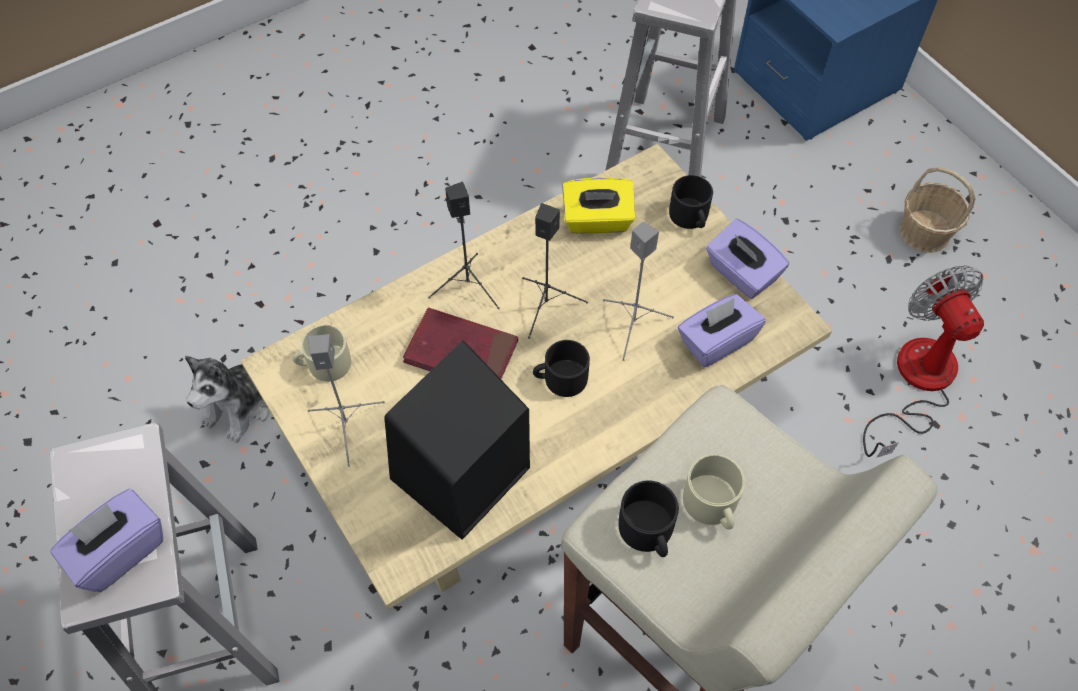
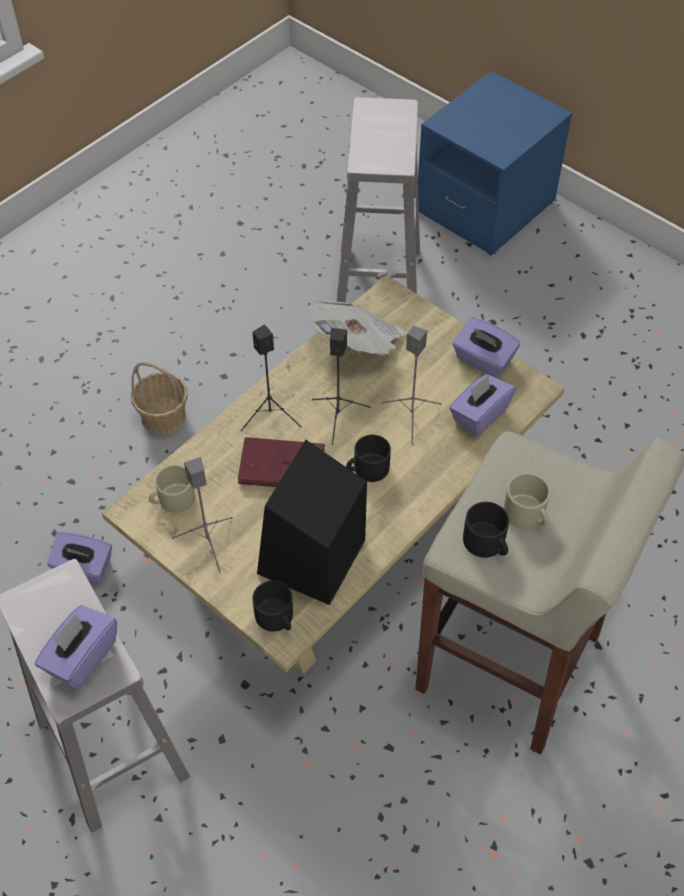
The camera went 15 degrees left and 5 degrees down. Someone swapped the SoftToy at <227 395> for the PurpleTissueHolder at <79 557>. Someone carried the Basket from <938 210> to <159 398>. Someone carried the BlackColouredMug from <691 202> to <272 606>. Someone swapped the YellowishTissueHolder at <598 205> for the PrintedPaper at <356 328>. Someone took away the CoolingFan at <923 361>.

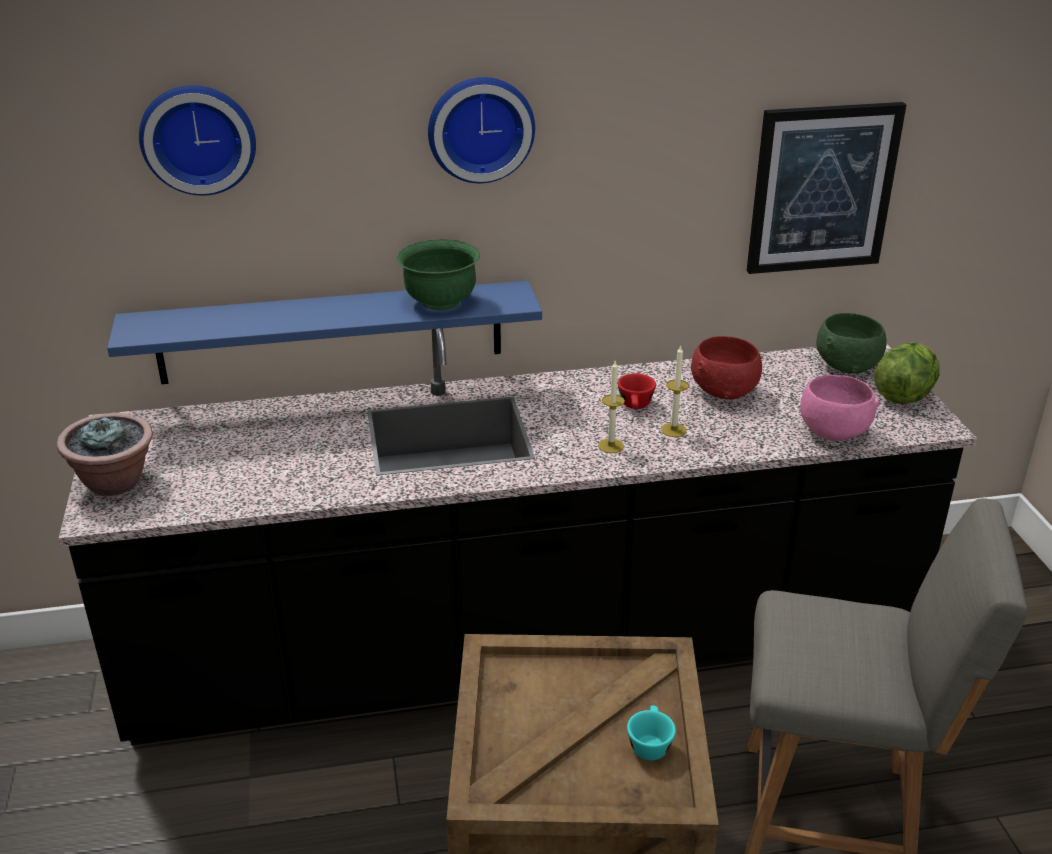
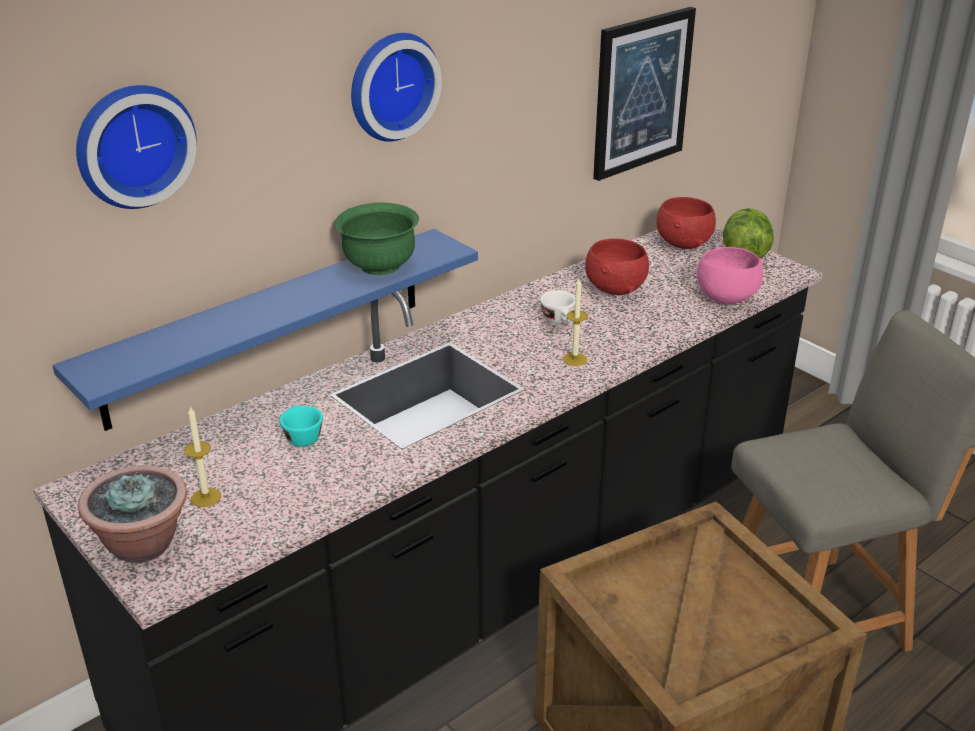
The camera went 30 degrees left and 0 degrees up. Someone carried the WaxLight from <675 391> to <203 456>. Someone carried the TurquoiseColouredSmallCup from <651 732> to <301 426>. Someone repainted the ReddishSmallCup at <637 391>, which became the WhiteSmallCup at <557 307>. Someone repainted the GreenishDeepDish at <851 343>, which became the ReddishDeepDish at <686 223>.

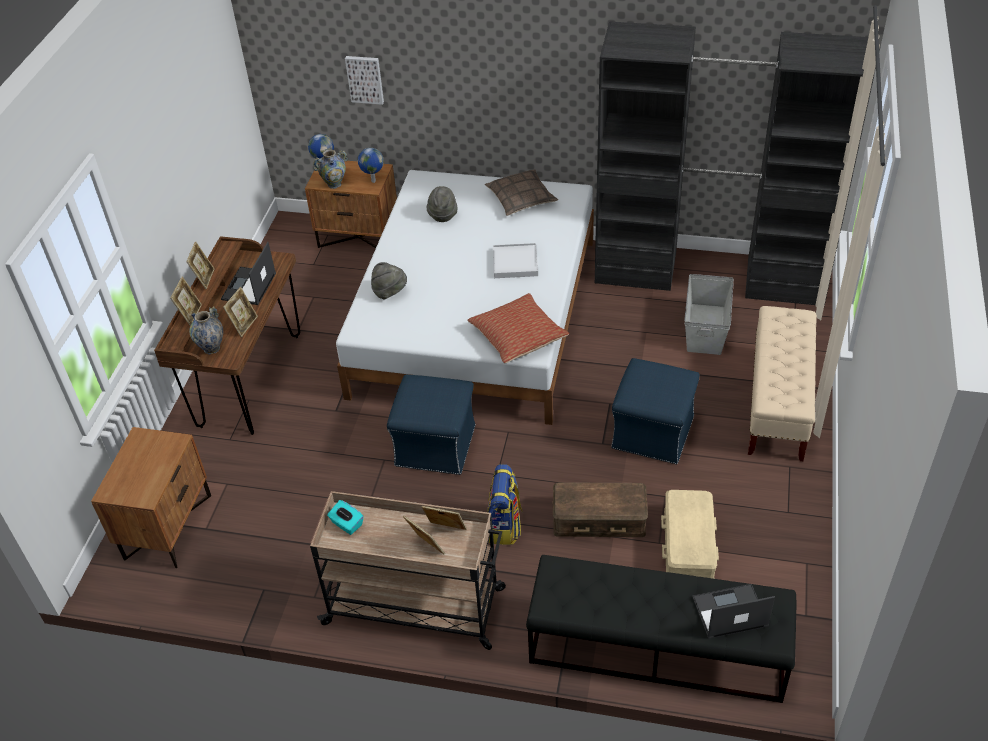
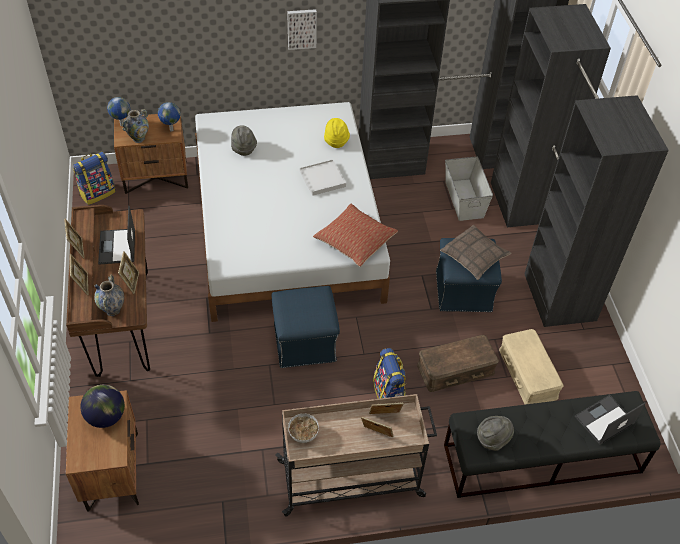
The camera went 25 degrees left and 5 degrees up. Someone put down the Rucksack at <94 178>. Someone put down the Globe at <102 406>. Someone carried the WallArt from <364 80> to <302 29>. Someone swapped the TurquoiseColouredTissueHolder at <345 517> for the DeepDish at <303 428>. Someone put down the YellowishHat at <337 133>. Someone carried the ThrowPillow from <521 192> to <475 252>. Someone carried the GrayHat from <389 281> to <495 433>. Someone swapped the SandColouredIndoorBench at <782 383> for the BlackColouredWardrobe at <580 165>.

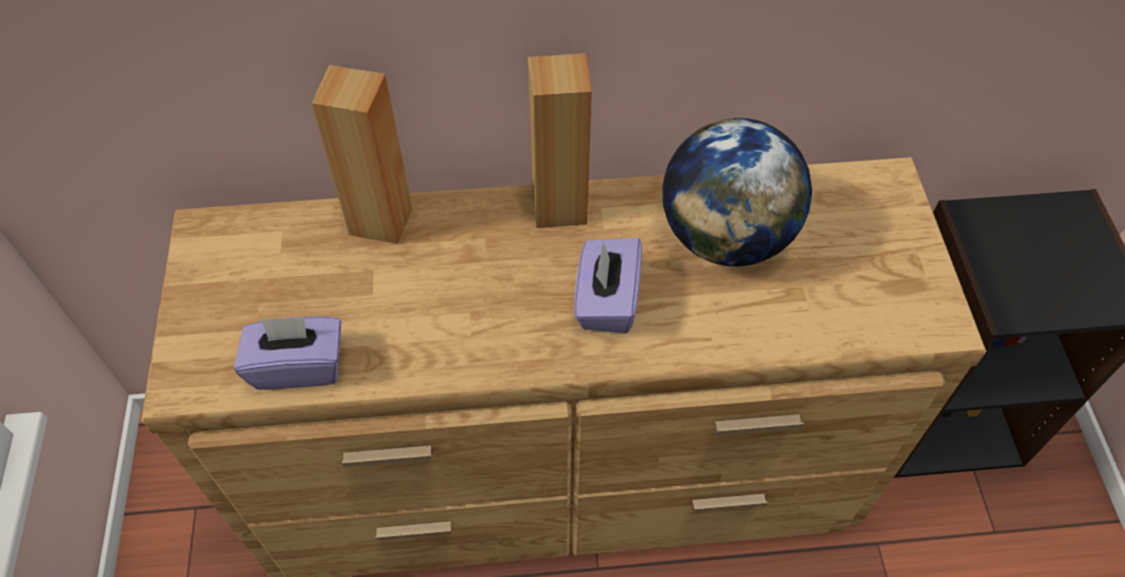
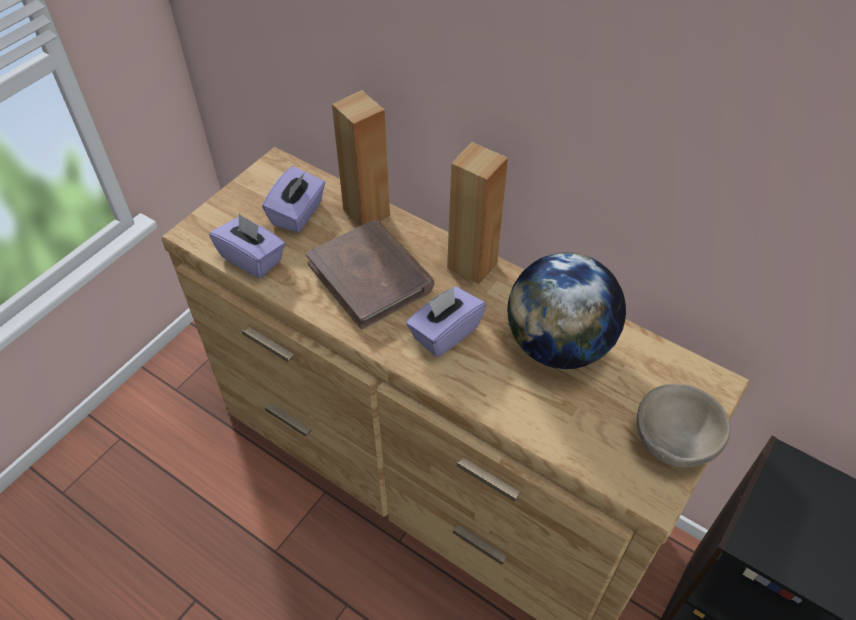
The camera went 40 degrees right and 5 degrees down. Someone put down the PurpleTissueHolder at <293 199>. Someone put down the BrownColouredVolume at <370 274>. Someone put down the SandColouredDeepDish at <683 426>.

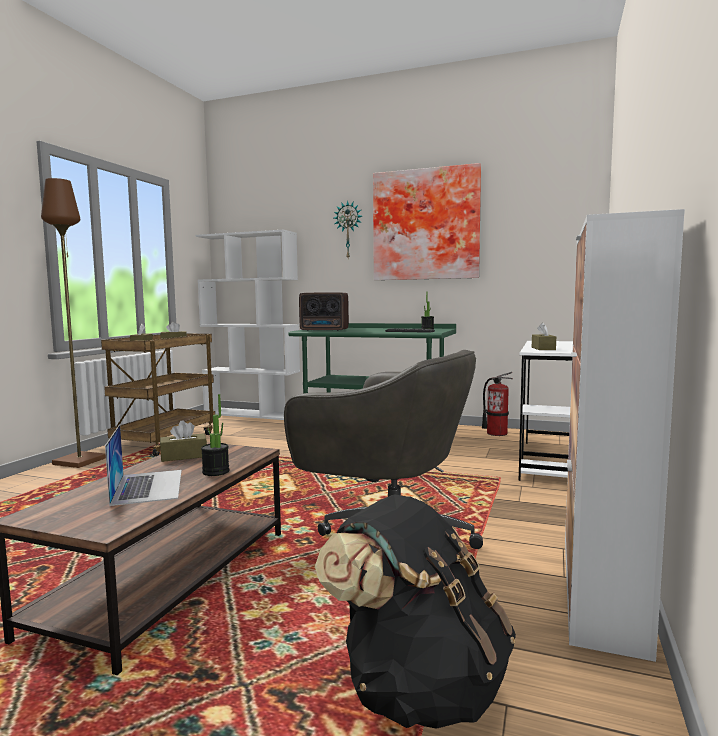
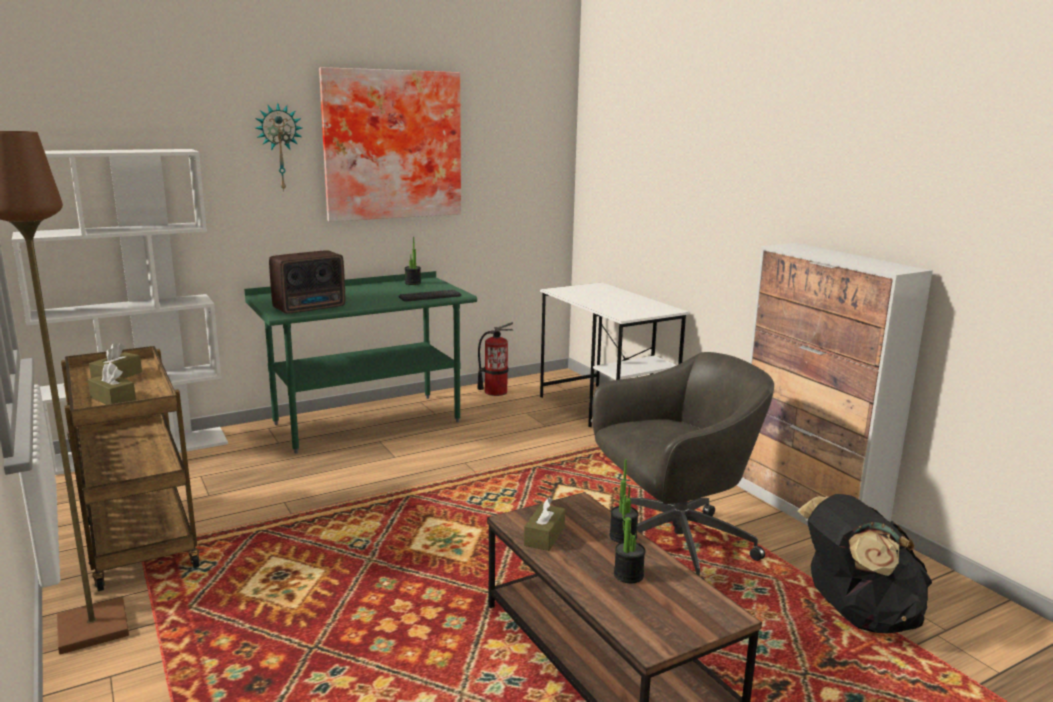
The camera went 50 degrees left and 10 degrees up. Someone swapped the Laptop at <143 465> for the PlantInAPot at <630 539>. Someone took away the BrownColouredTissueHolder at <544 336>.

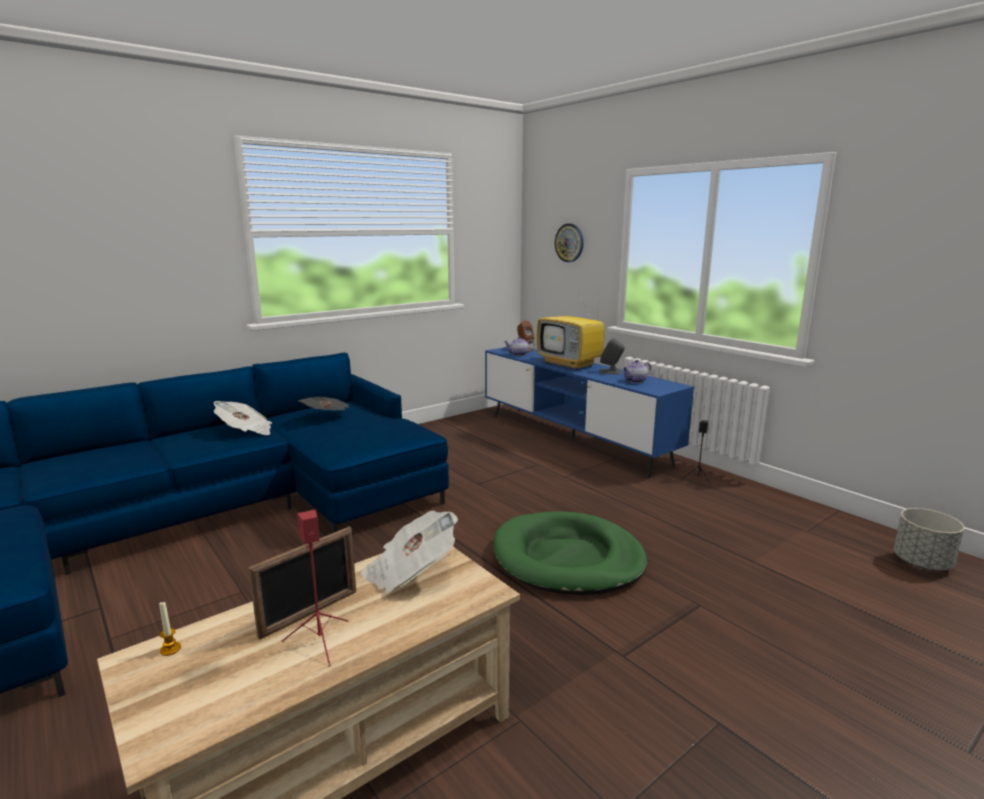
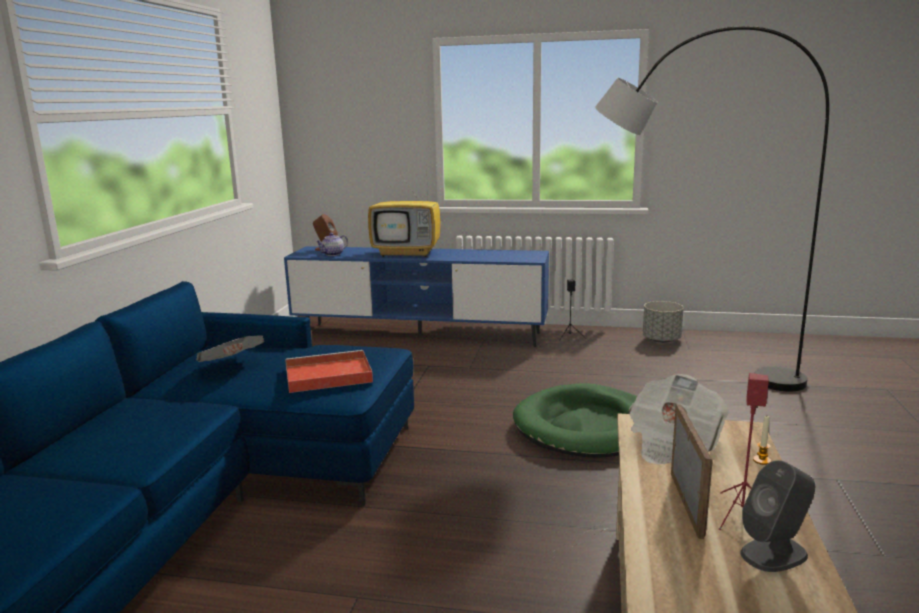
The camera went 40 degrees left and 0 degrees up. Someone put down the ReddishCarryingTray at <329 371>. Someone put down the GrayStandardLamp at <712 209>. Someone carried the GrayFlowerPot from <929 539> to <663 322>. Someone carried the GraySpeaker from <612 356> to <777 516>. Someone carried the WaxLight from <170 629> to <762 440>. Someone took away the PrintedPaper at <242 418>. Someone took away the HangingClock at <569 242>. Someone took away the TeaPot at <636 371>.

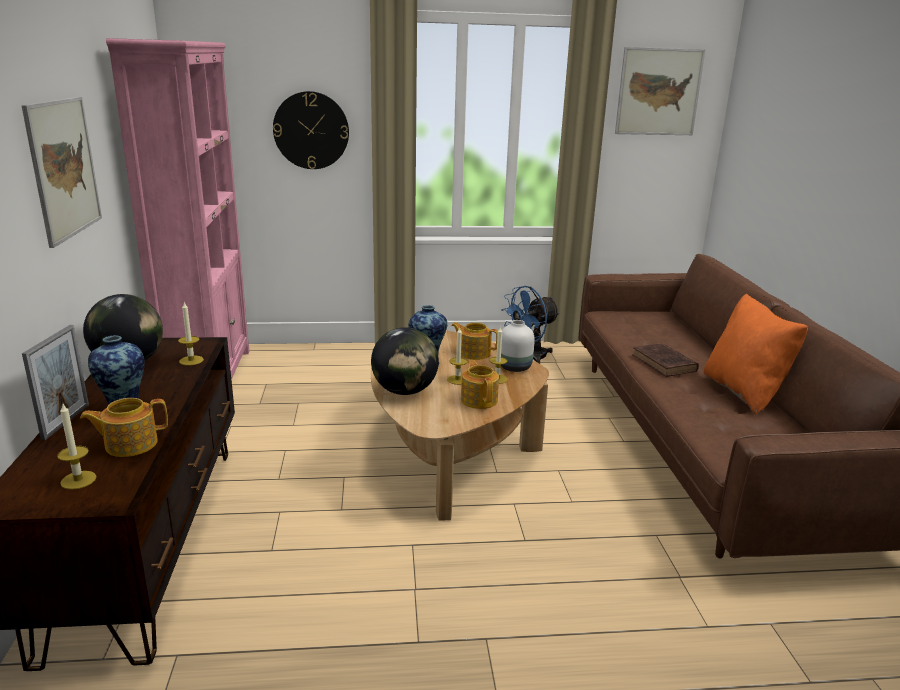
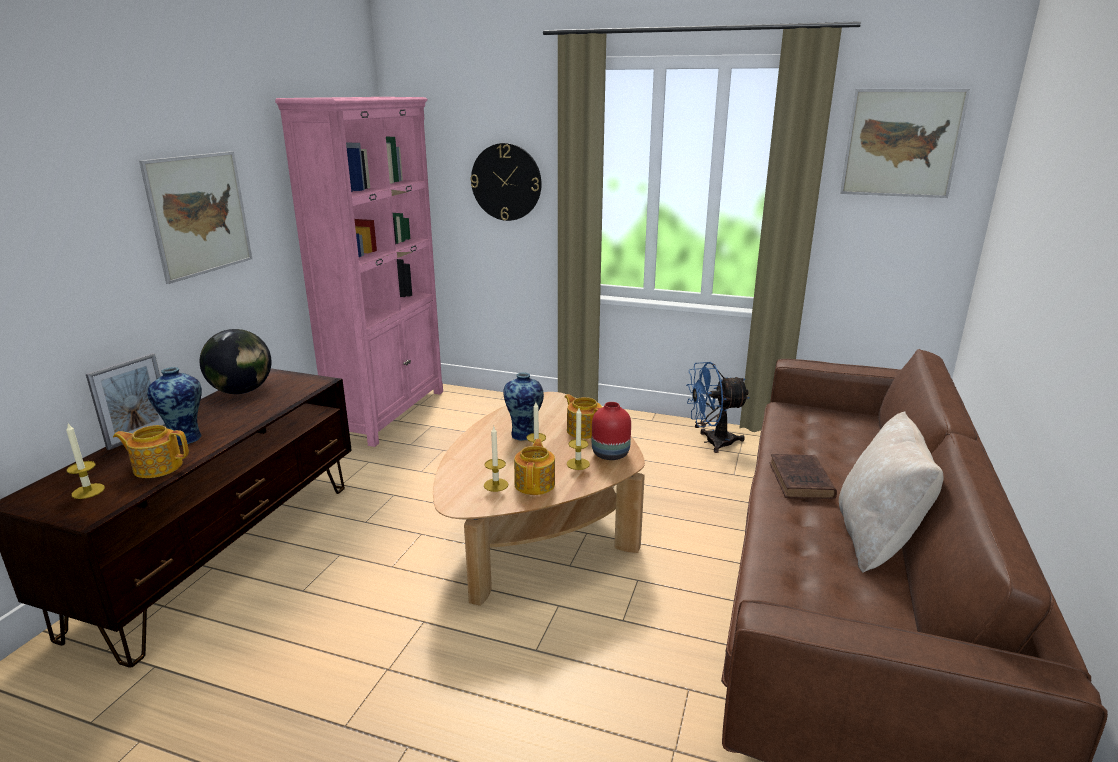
The camera went 25 degrees right and 0 degrees up. Someone carried the WaxLight from <191 334> to <496 459>. Someone repainted the WhiteVase at <518 346>, which became the ReddishVase at <611 431>. Someone repainted the OrangeThrowPillow at <756 354>, which became the SandColouredThrowPillow at <891 492>. Someone took away the Globe at <405 361>.

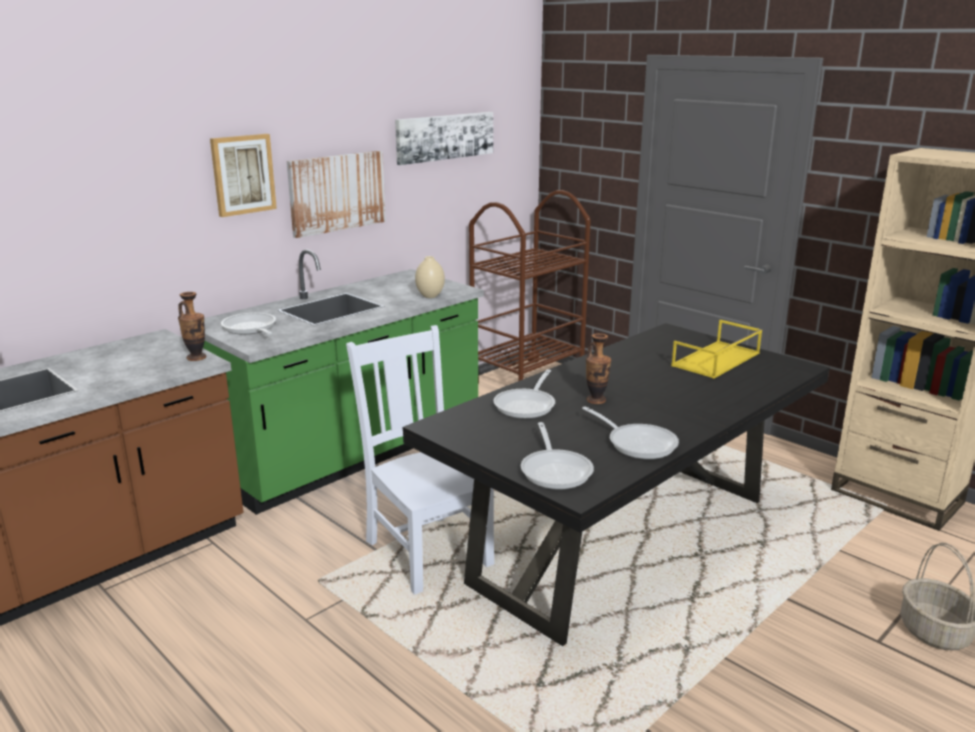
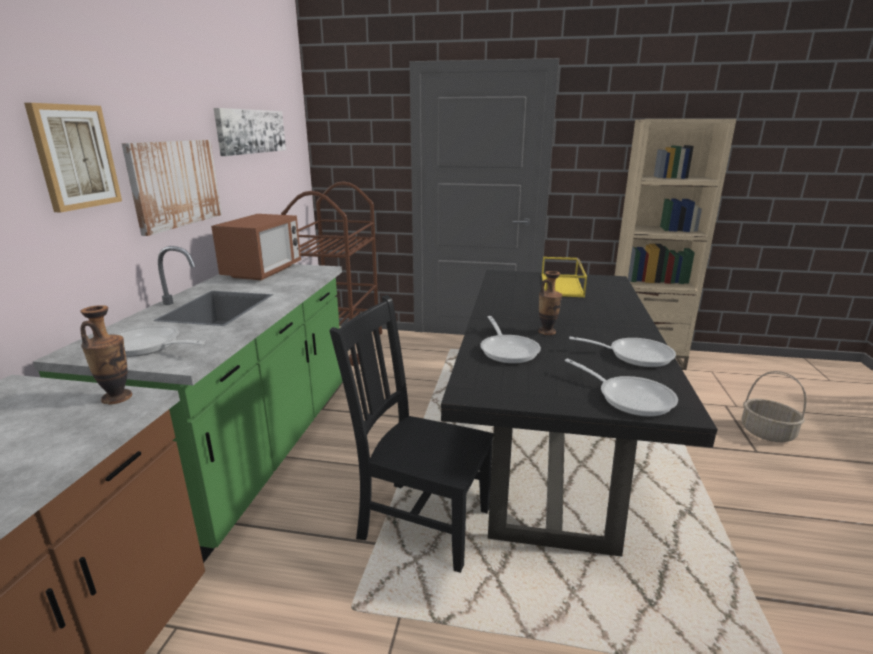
The camera went 35 degrees left and 0 degrees up. Someone put down the Microwave at <256 247>. Someone repainted the WhitePlainChair at <420 460>, which became the BlackColouredPlainChair at <411 434>. Someone took away the SandColouredVase at <430 277>.

